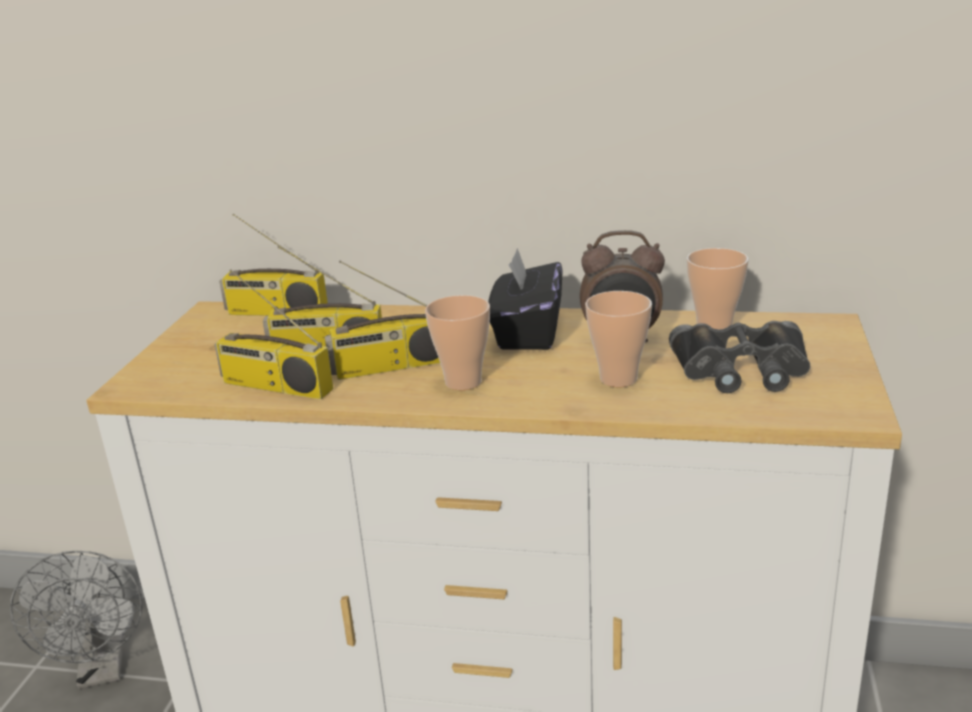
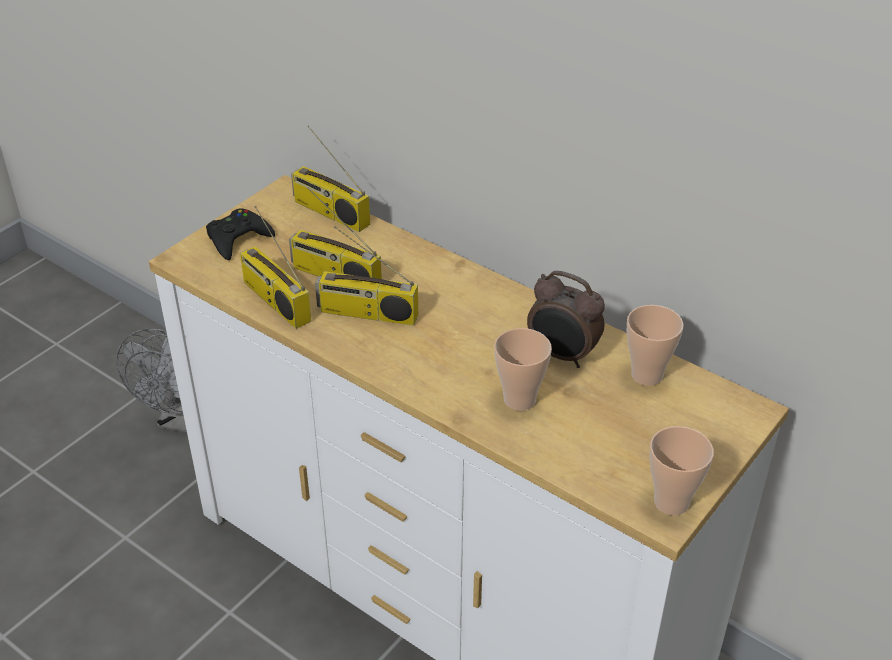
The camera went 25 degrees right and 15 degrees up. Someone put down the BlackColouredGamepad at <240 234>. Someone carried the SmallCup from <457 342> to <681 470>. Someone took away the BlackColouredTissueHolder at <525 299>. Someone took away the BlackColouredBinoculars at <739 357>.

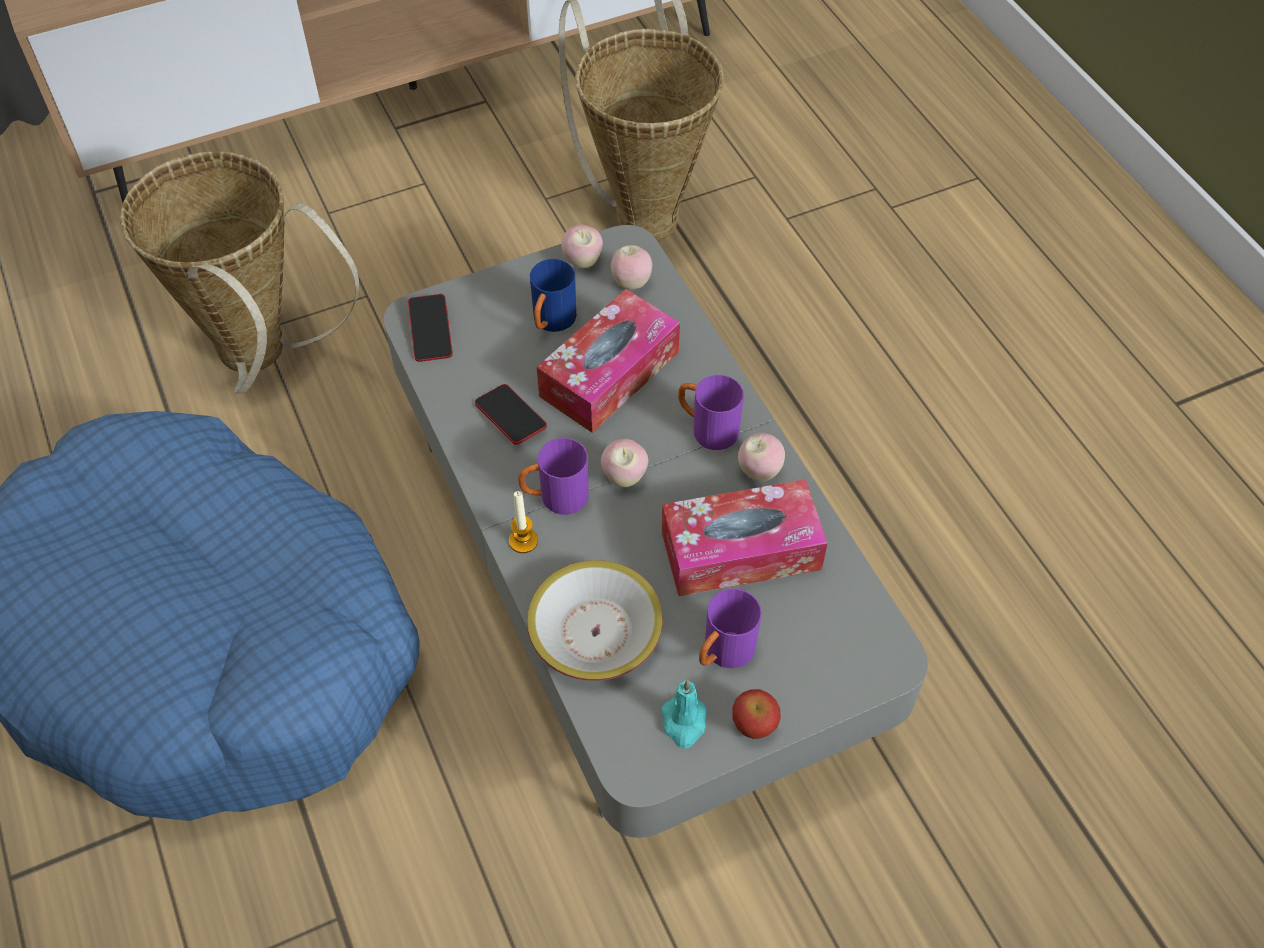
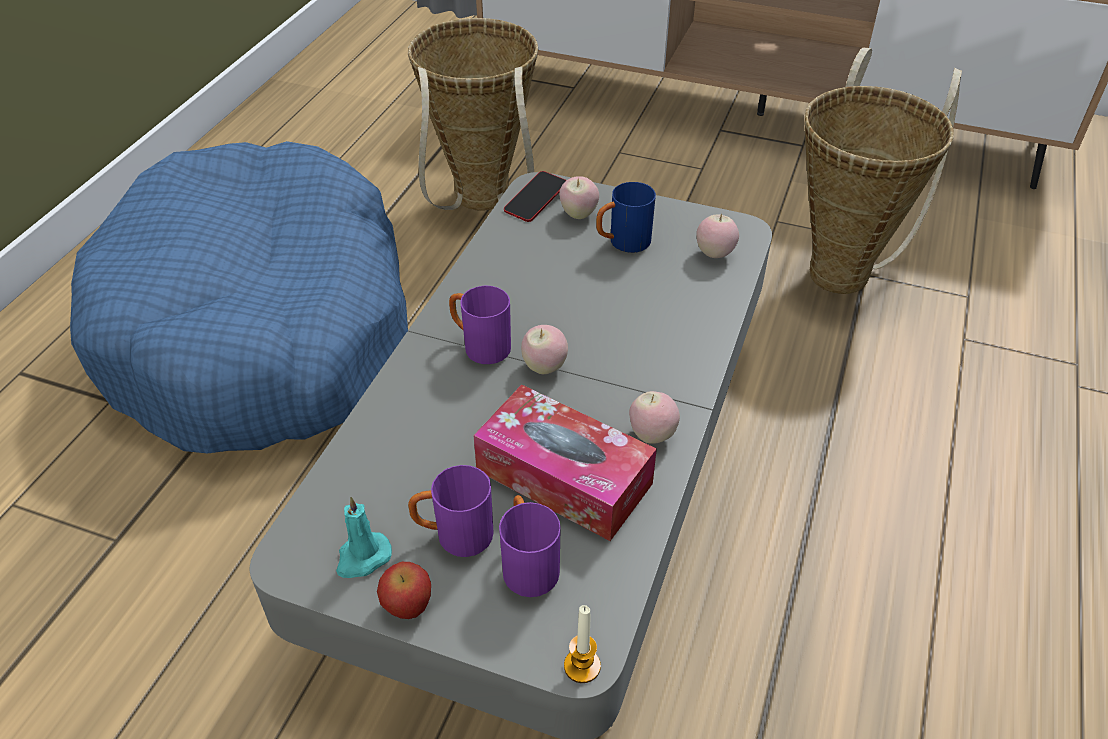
The camera went 45 degrees right and 10 degrees down. Someone carried the PurpleMug from <711 412> to <530 546>. Someone carried the Apple from <582 246> to <579 197>. Someone carried the WaxLight from <523 522> to <582 644>. Someone took away the Handset at <511 414>. Someone took away the DeepDish at <595 620>. Someone took away the TissueHolder at <608 361>.

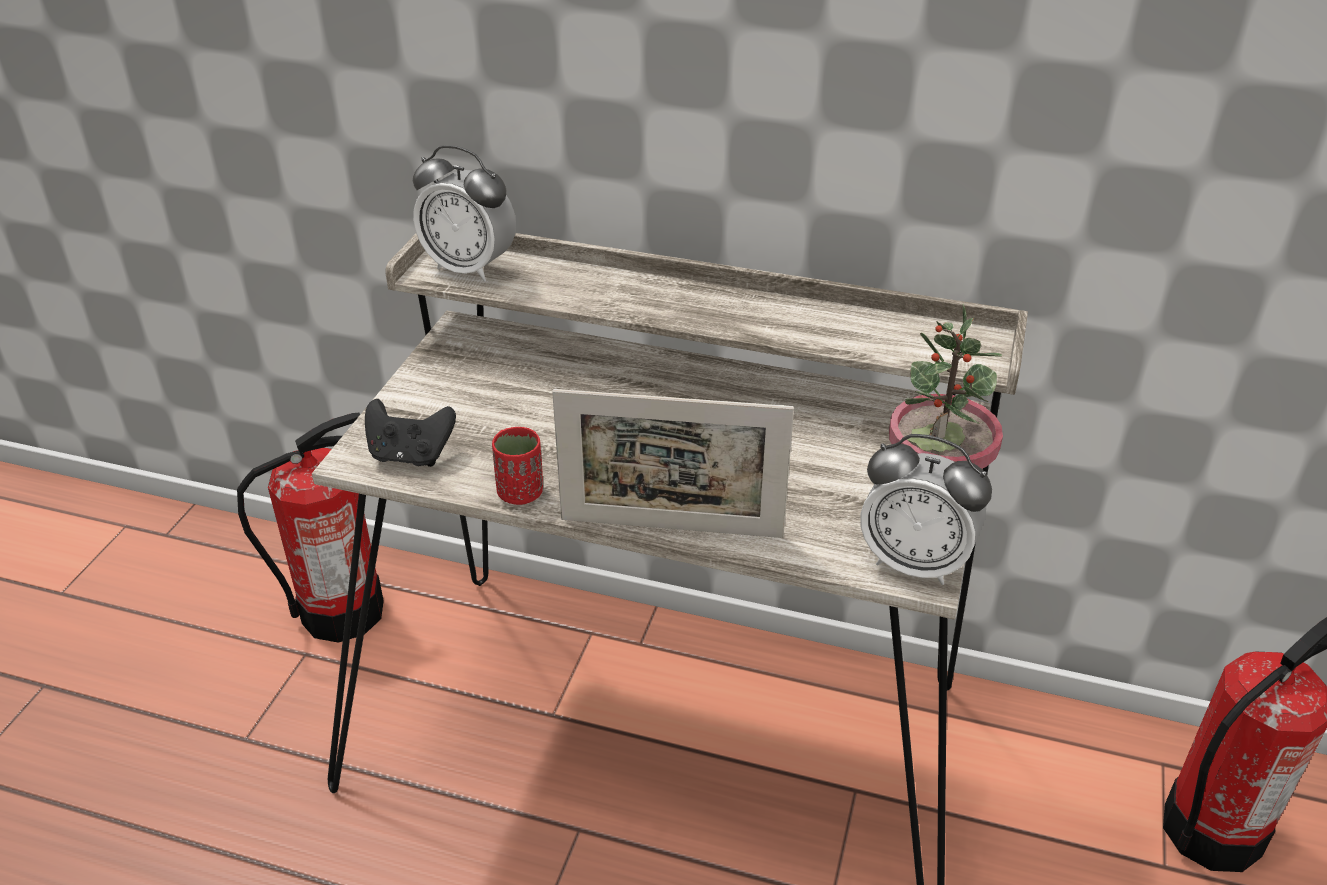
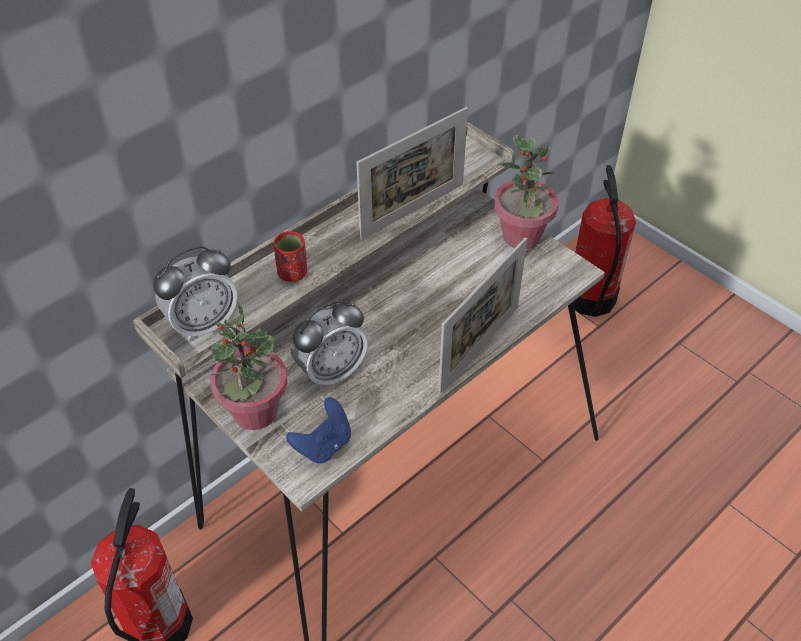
The camera went 60 degrees left and 10 degrees up. Someone put down the PlantInAPot at <248 365>. Someone carried the ReddishSmallCup from <517 466> to <290 256>. Someone repainted the BlackColouredGamepad at <410 433>, which became the BlueColouredGamepad at <318 430>. Someone carried the BedsideClock from <926 509> to <329 344>. Someone put down the PhotoFrame at <412 173>.

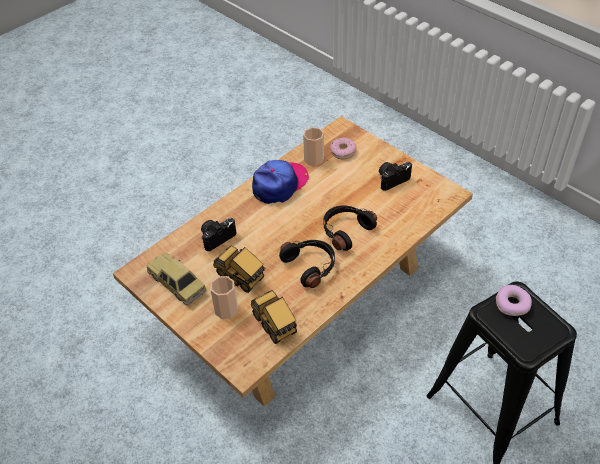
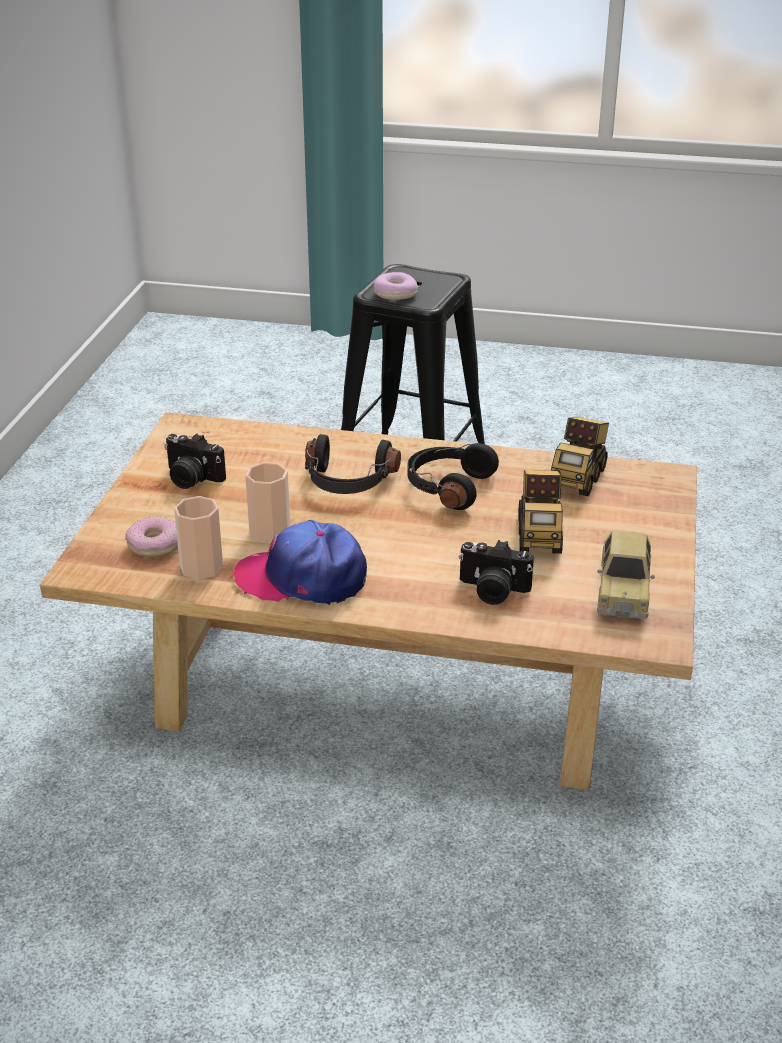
The camera went 125 degrees left and 15 degrees down. Someone carried the SmallCup from <224 297> to <268 502>.

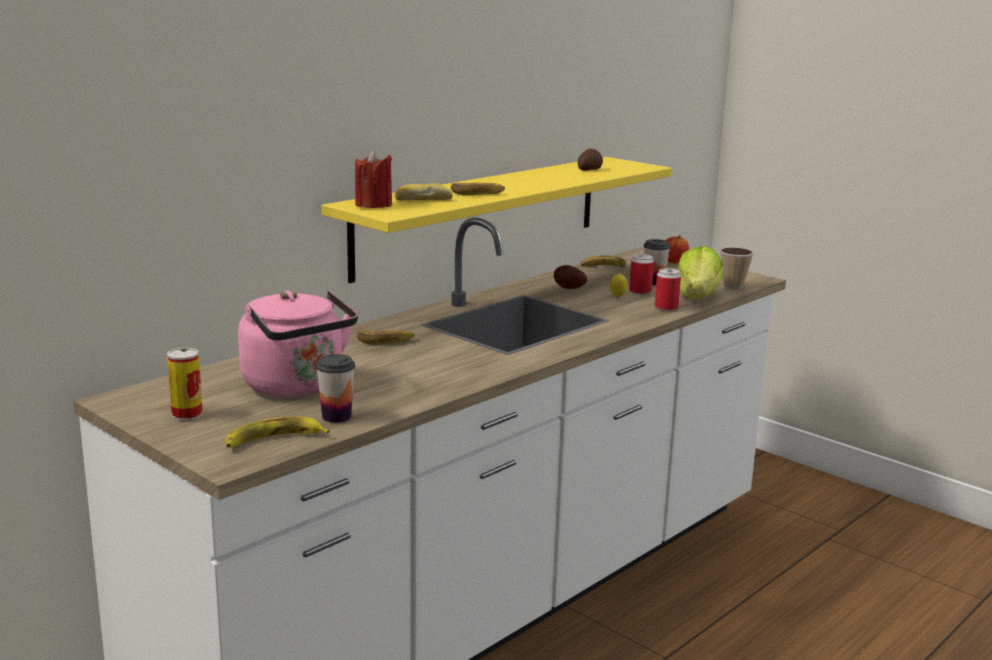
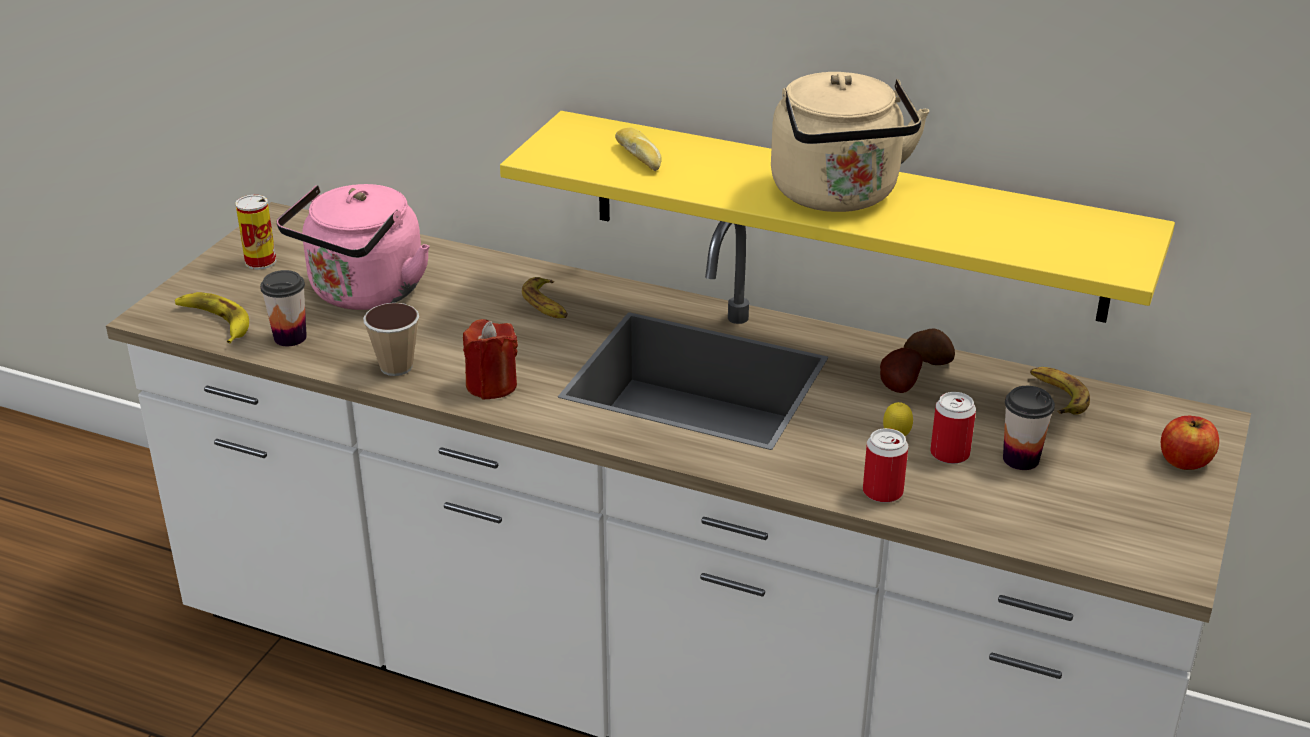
The camera went 70 degrees right and 15 degrees up. Someone carried the SmallCup from <737 268> to <391 339>. Someone carried the ReddishWaxLight from <373 179> to <490 359>. Someone put down the SandColouredTeaKettle at <850 142>. Someone carried the WholePotato from <590 160> to <929 346>. Someone took away the Banana at <478 189>. Someone took away the Lettuce at <701 272>.

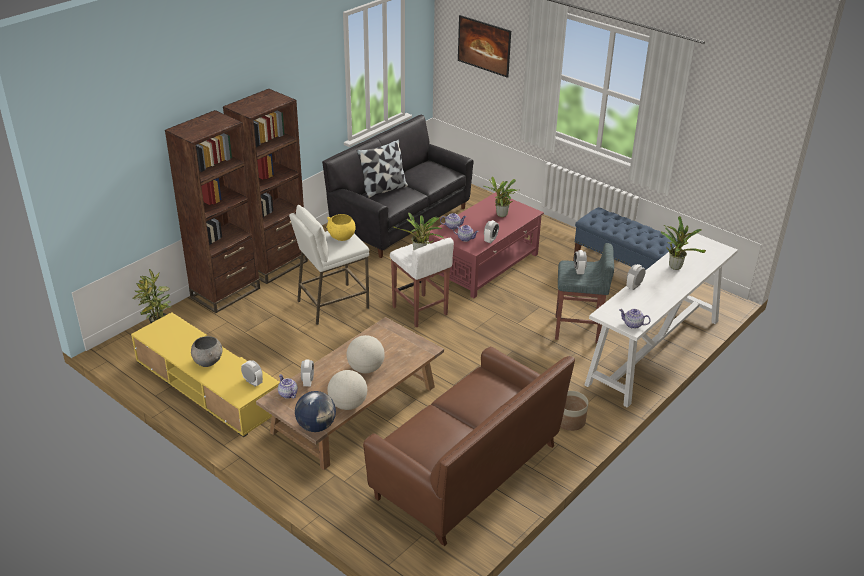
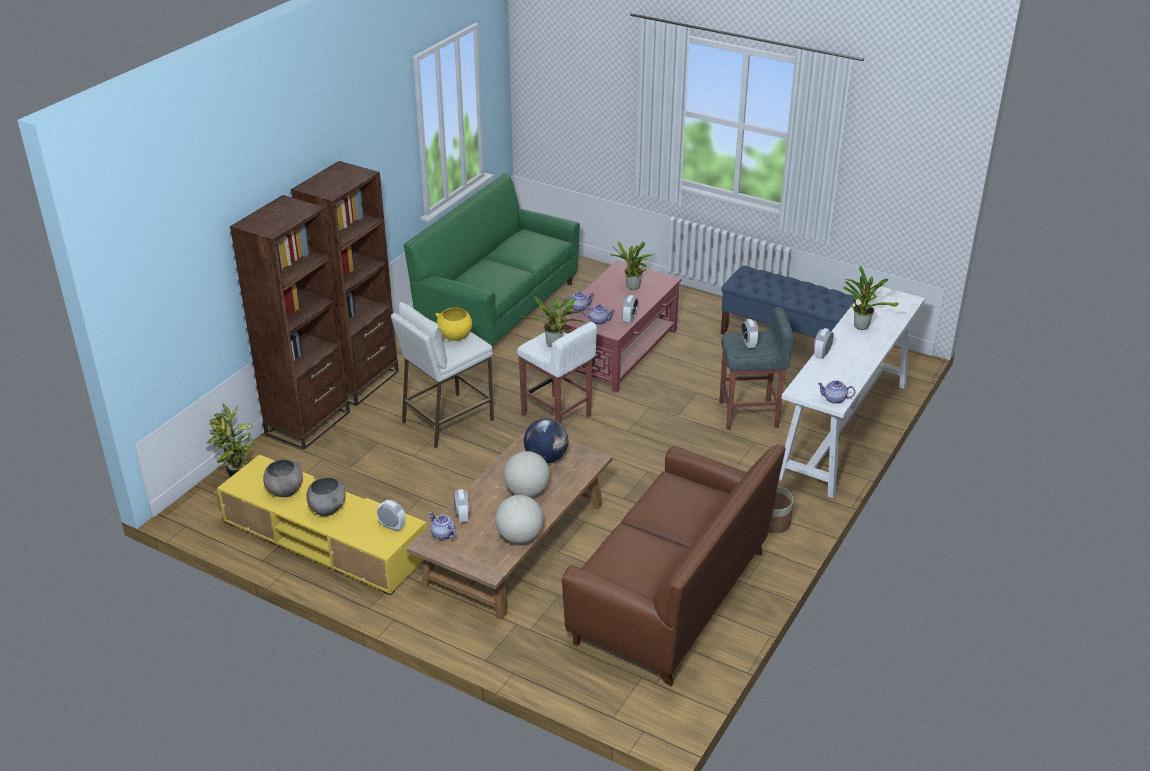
The camera went 10 degrees left and 0 degrees up. Someone put down the GrayDeepDish at <283 478>. Someone repainted the BlackColouredSofa at <398 186>, which became the GreenishSofa at <492 259>. Someone carried the Globe from <315 411> to <546 441>. Someone took away the ThrowPillow at <382 168>. Someone took away the WallArt at <484 46>.

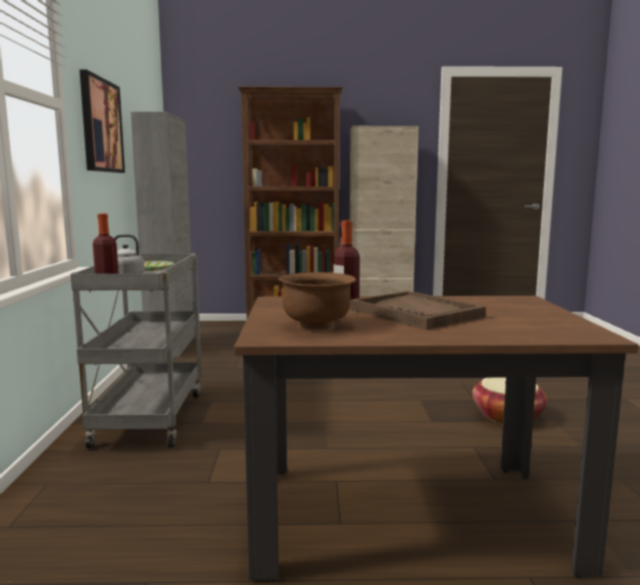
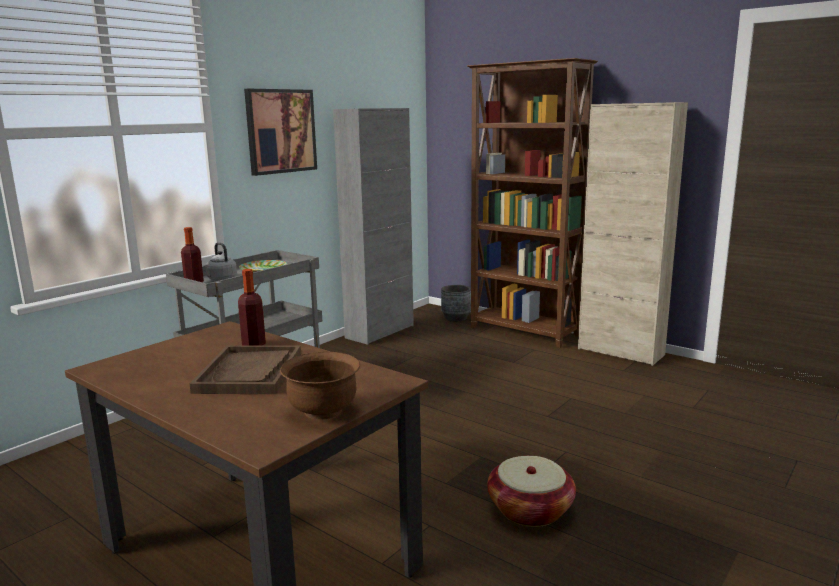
The camera went 40 degrees right and 5 degrees up. Someone carried the BrownColouredDeepDish from <317 301> to <320 386>. Someone put down the GrayFlowerPot at <456 303>.

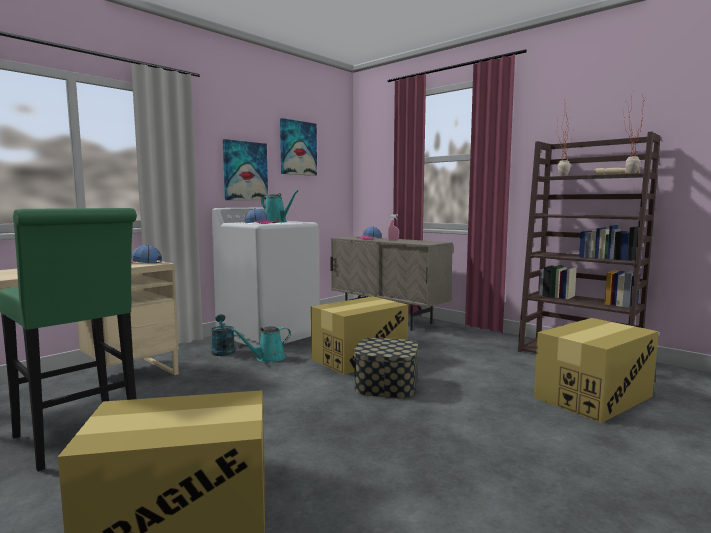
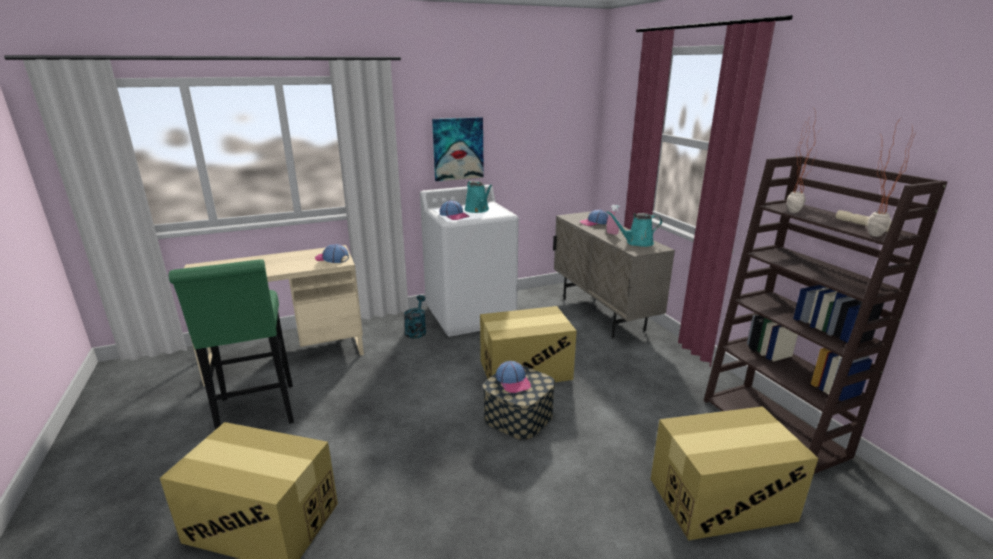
The camera went 25 degrees right and 15 degrees up. Someone put down the BaseballCap at <513 377>. Someone carried the TurquoiseColouredWateringCan from <261 344> to <634 229>. Someone took away the WallArt at <298 147>.

